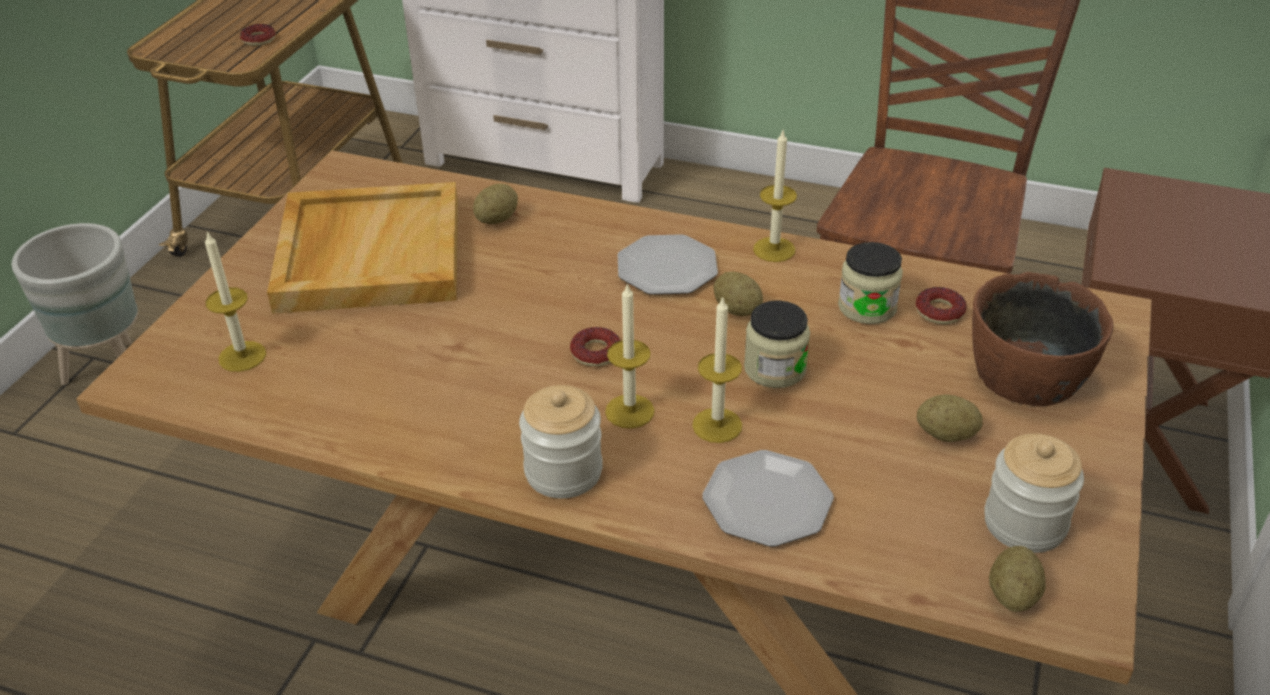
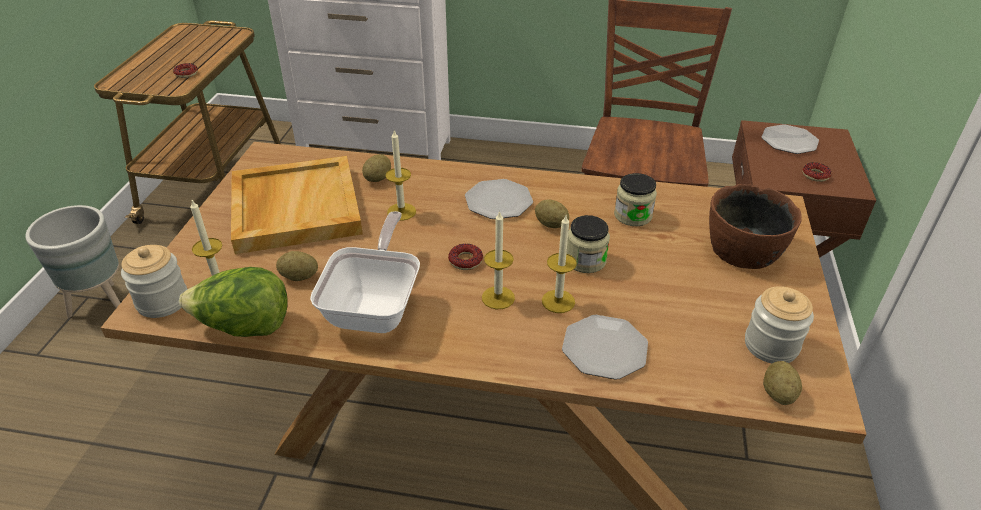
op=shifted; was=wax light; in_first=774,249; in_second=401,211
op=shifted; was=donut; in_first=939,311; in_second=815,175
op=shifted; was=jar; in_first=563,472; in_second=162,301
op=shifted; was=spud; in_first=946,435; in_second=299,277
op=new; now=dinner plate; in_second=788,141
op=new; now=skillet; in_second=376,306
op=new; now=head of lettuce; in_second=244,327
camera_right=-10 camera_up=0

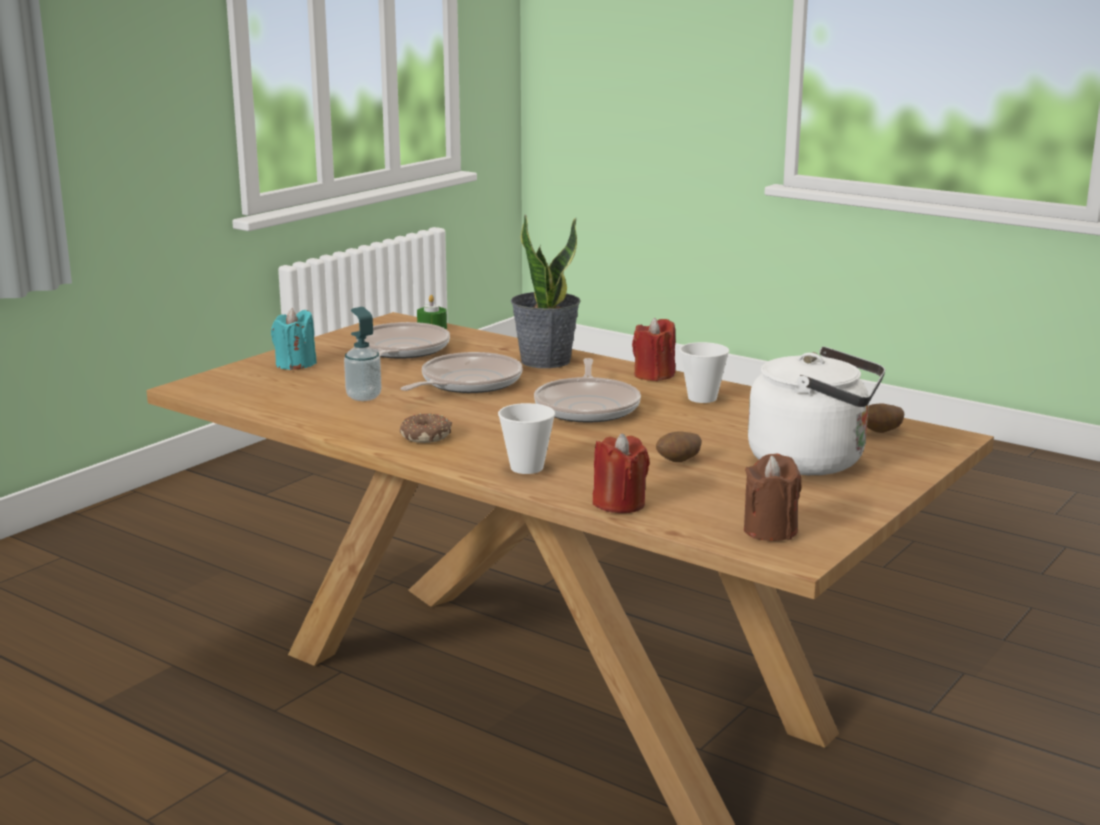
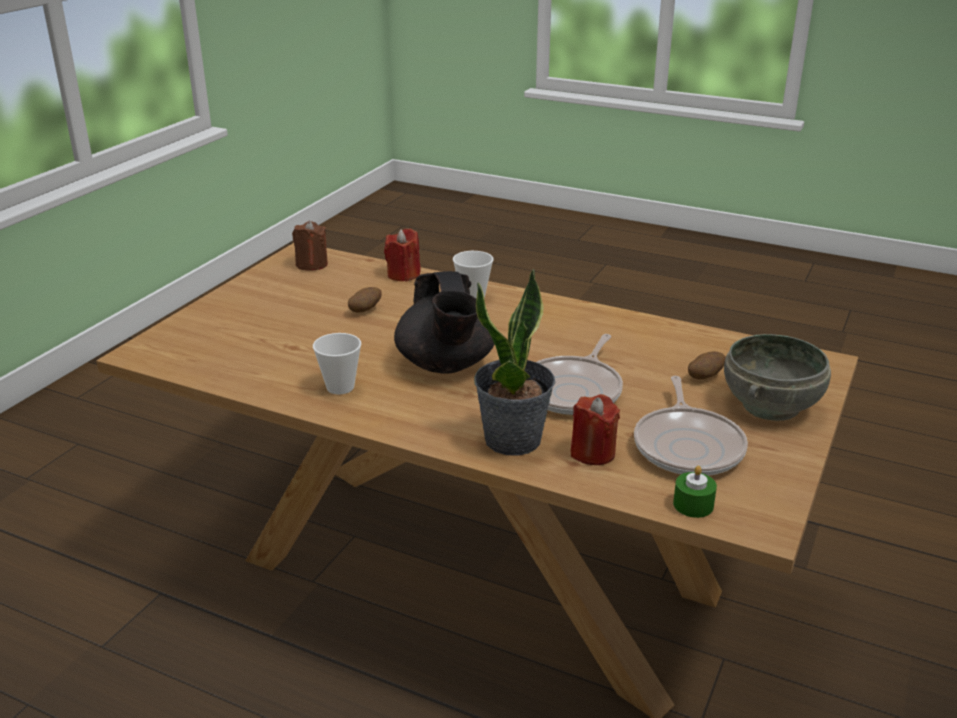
op=gone; was=liquid soap bottle; in_first=364,397
op=swapped; was=turquoise-coloured wax light; now=gray bowl; in_first=295,364; in_second=772,406
op=shifted; was=red-coloured wax light; in_first=654,375; in_second=592,453
op=gone; was=white kettle; in_first=814,462
op=swapped; was=skillet; now=blackish tea pot; in_first=588,407; in_second=446,365
op=shifted; was=spud; in_first=880,432; in_second=704,377
op=gone; was=donut; in_first=426,436
camera_right=170 camera_up=10

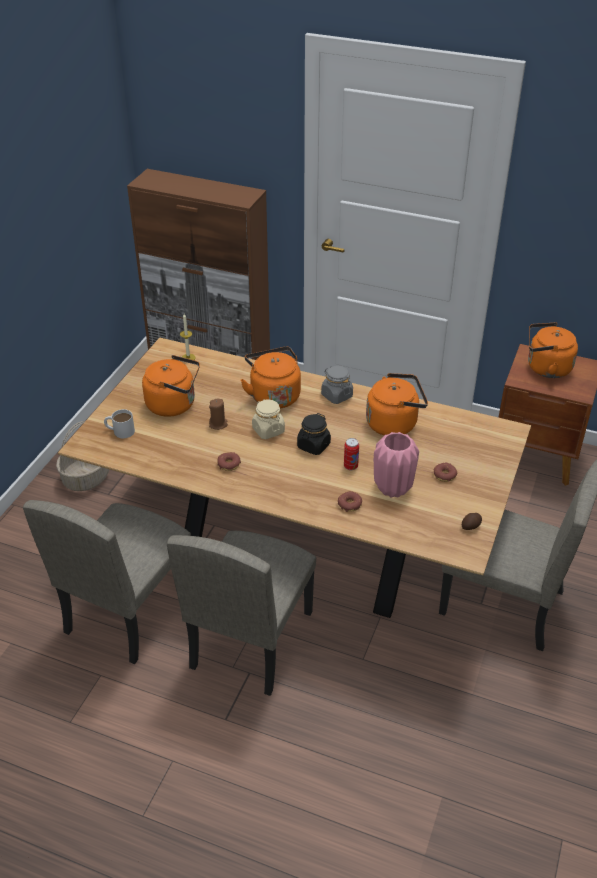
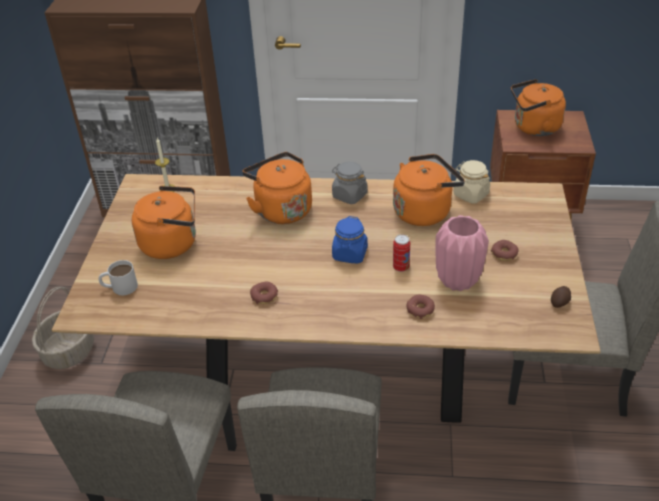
op=gone; was=brown-coloured wax light; in_first=218,424
op=shifted; was=beige-coloured jar; in_first=268,430; in_second=470,194
op=repainted; was=blackish jar; now=blue-coloured jar; in_first=313,446; in_second=350,254
camera_right=-15 camera_up=0

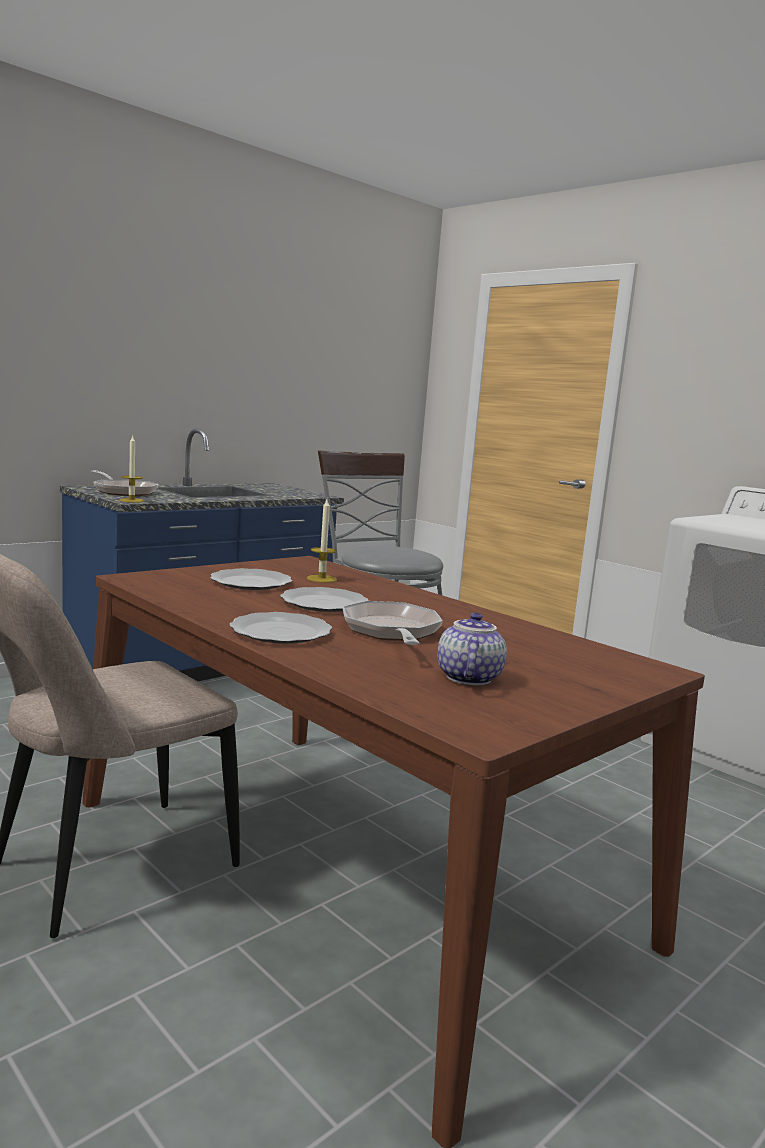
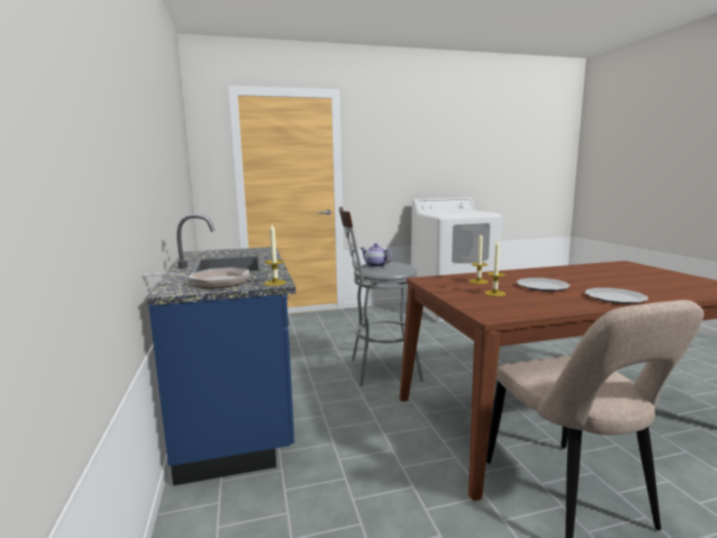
op=swapped; was=dinner plate; now=wax light; in_first=252,582; in_second=495,293
op=gone; was=skillet; in_first=391,632
op=shifted; was=tea pot; in_first=467,677; in_second=375,265
camera_right=-60 camera_up=0

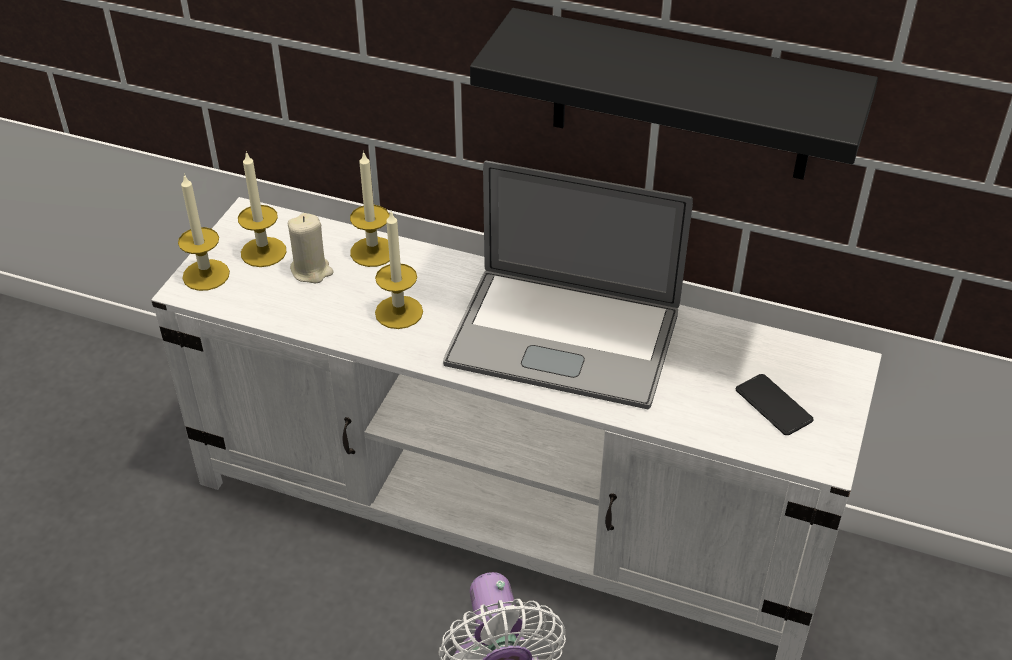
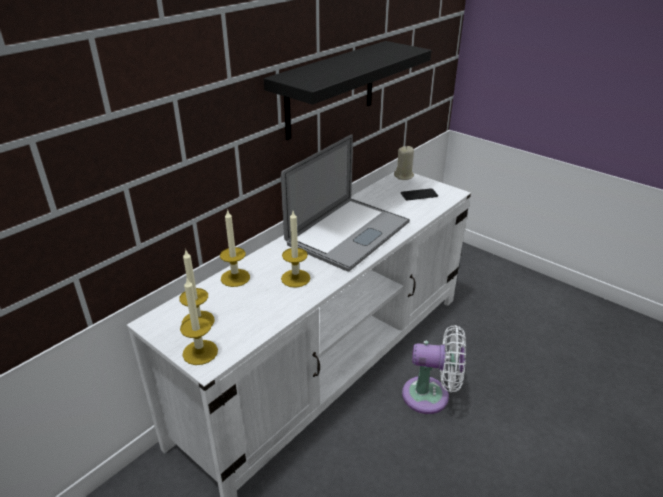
op=shifted; was=beige-coloured wax light; in_first=311,271; in_second=404,176
camera_right=-70 camera_up=-10

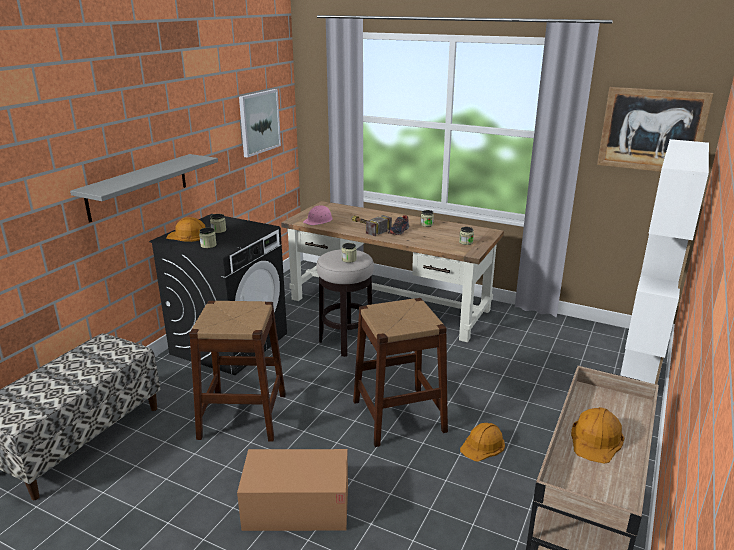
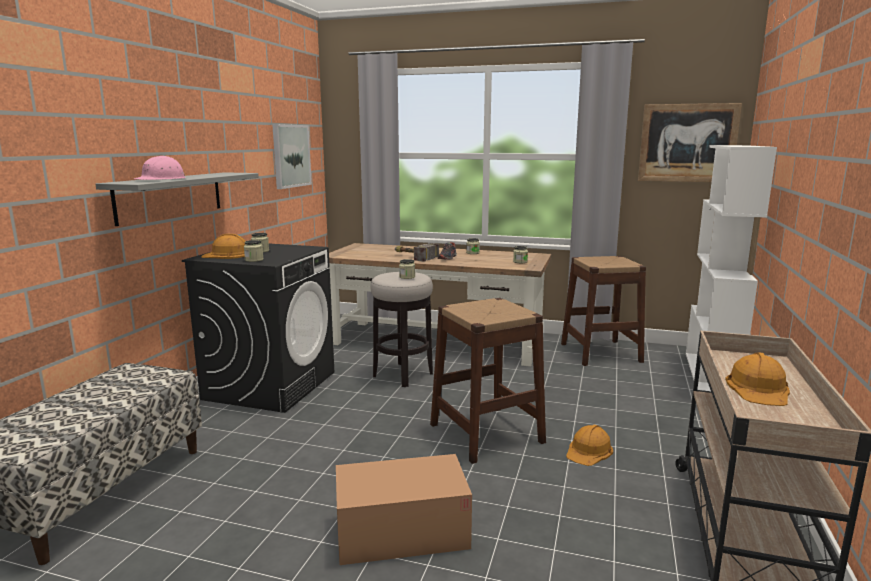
op=shifted; was=pinkish safety helmet; in_first=318,220; in_second=162,179
op=shifted; was=brown-coloured stool; in_first=243,415; in_second=600,352
camera_right=-10 camera_up=-10

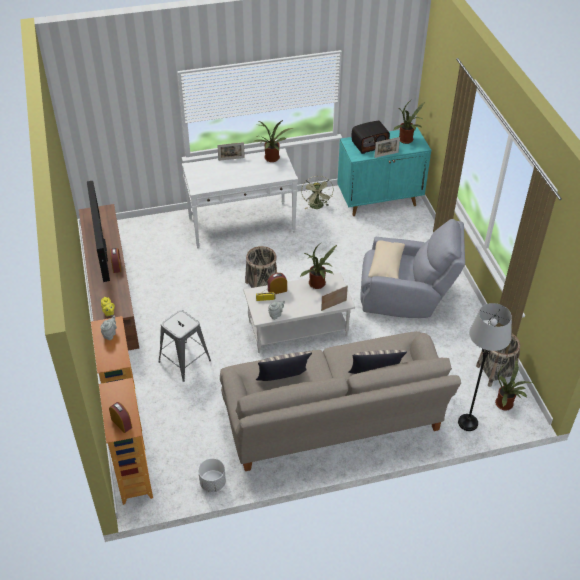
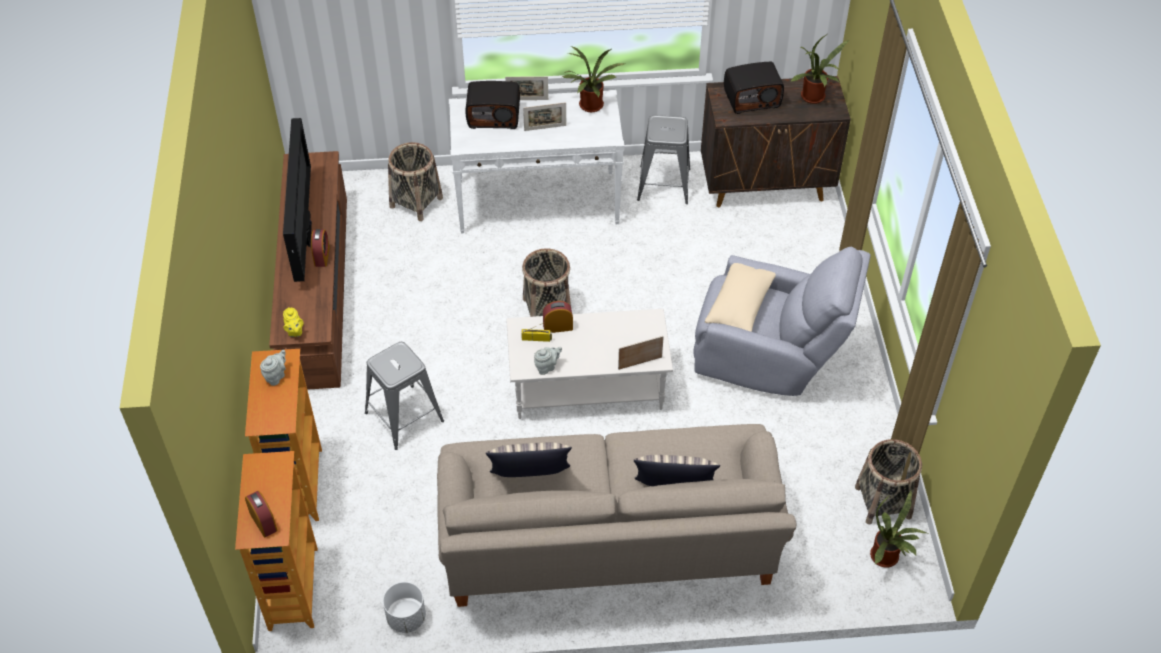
op=repainted; was=turquoise-coloured cabinet; now=brown-coloured cabinet; in_first=380,200; in_second=767,185
op=shifted; was=photo frame; in_first=386,155; in_second=545,128
op=swapped; was=greenish cooling fan; now=gray stool; in_first=317,207; in_second=663,185
op=gone; was=potted plant; in_first=318,285
op=gone; was=gray floor lamp; in_first=467,423
op=new; now=radio set; in_second=494,116
op=new; now=storage basket; in_second=416,202
camera_right=10 camera_up=5

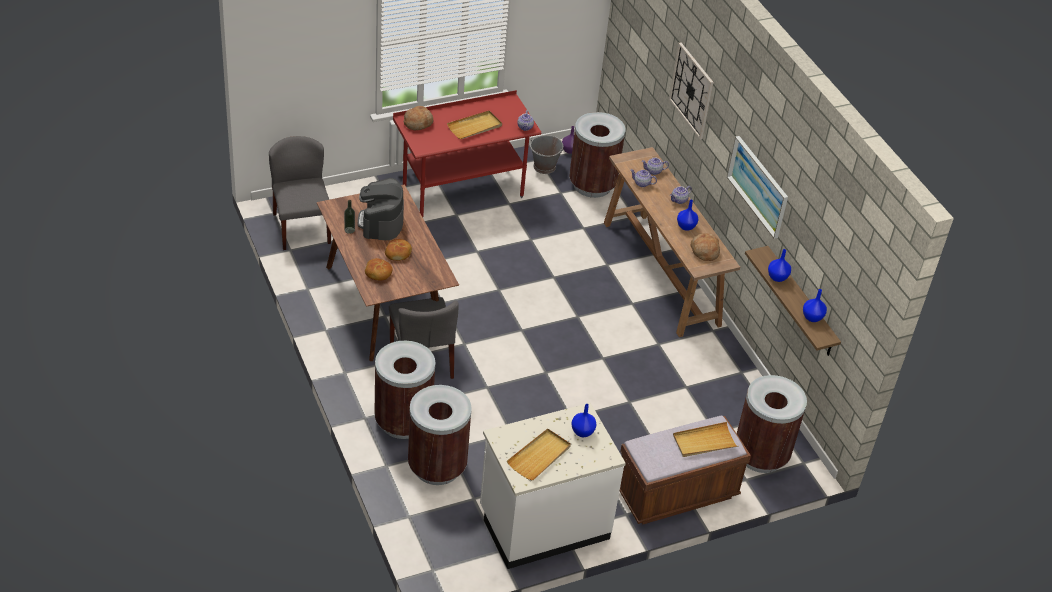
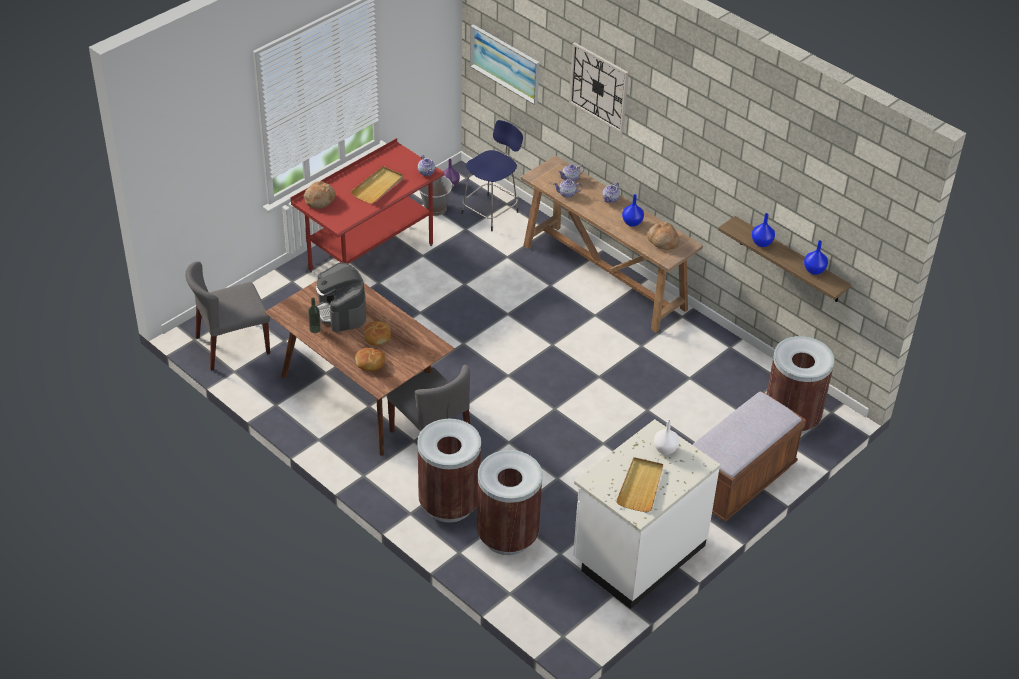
op=swapped; was=brown-coloured trash can; now=blue-coloured stool; in_first=592,185; in_second=491,212
op=rotated; was=gray plain chair; in_first=301,228; in_second=232,345; clockwise=-75
op=shifted; was=picture; in_first=758,186; in_second=505,63
op=repainted; was=blue-coloured decorative vase; now=white decorative vase; in_first=582,431; in_second=665,449
op=gone; was=beige-coloured tray; in_first=704,442
camera_right=-20 camera_up=0

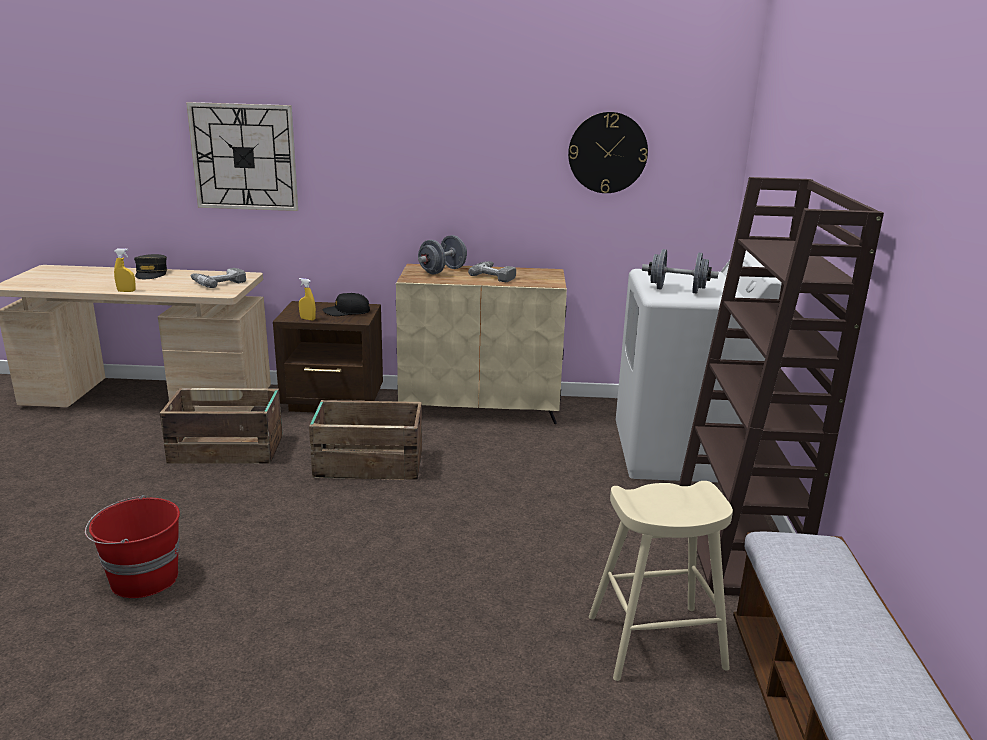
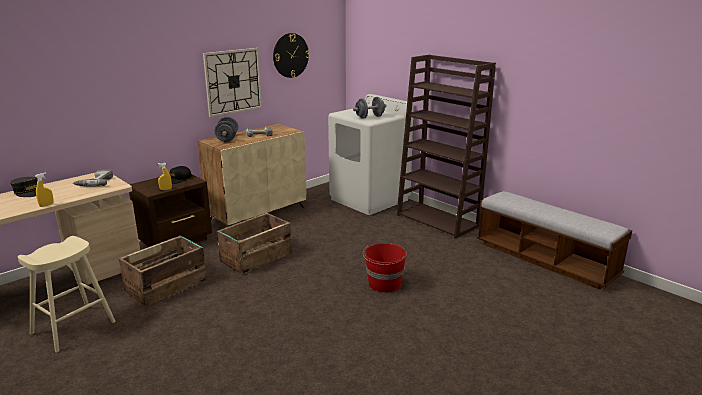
op=shifted; was=hanging clock; in_first=244,157; in_second=233,81
op=shifted; was=beige-coloured stool; in_first=656,642; in_second=73,327
op=shifted; was=red-coloured bucket; in_first=143,578; in_second=384,284
camera_right=-45 camera_up=0

